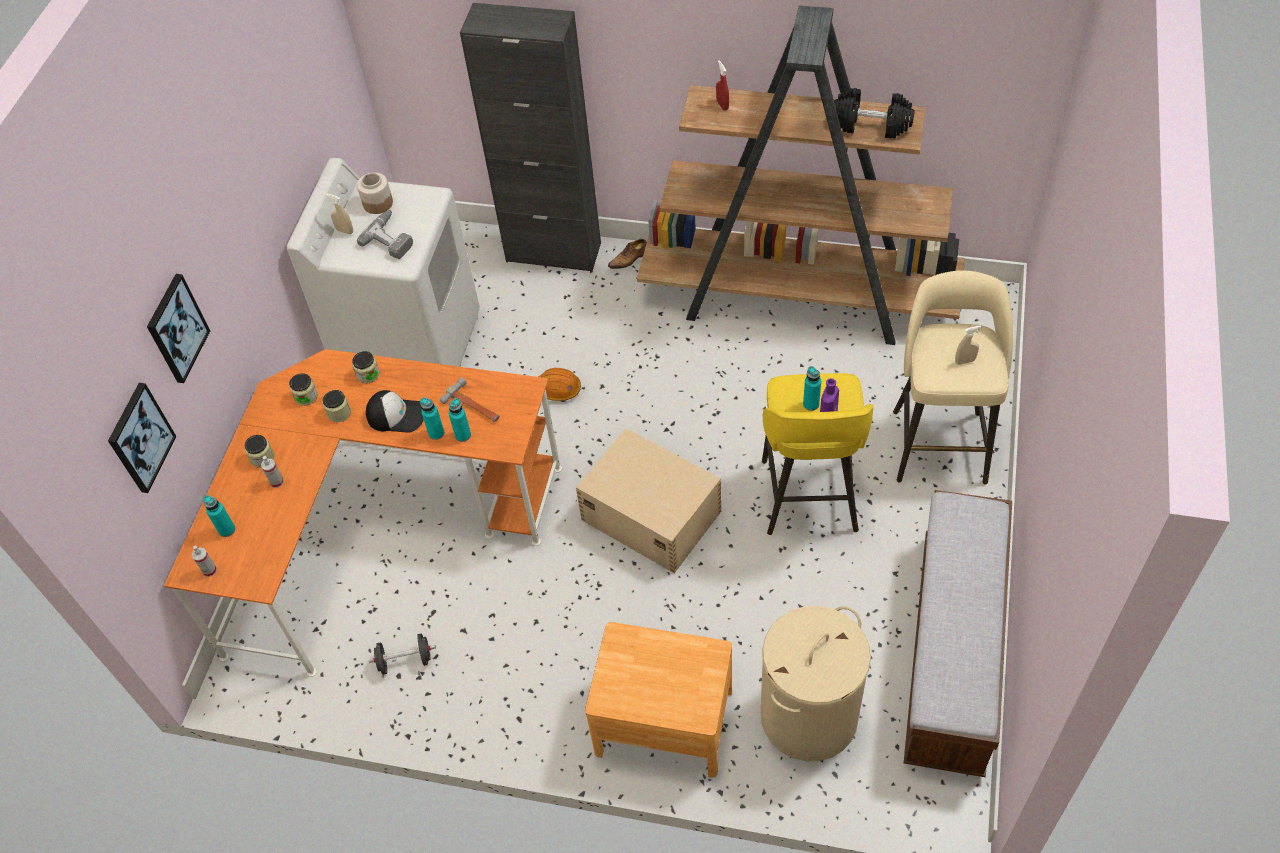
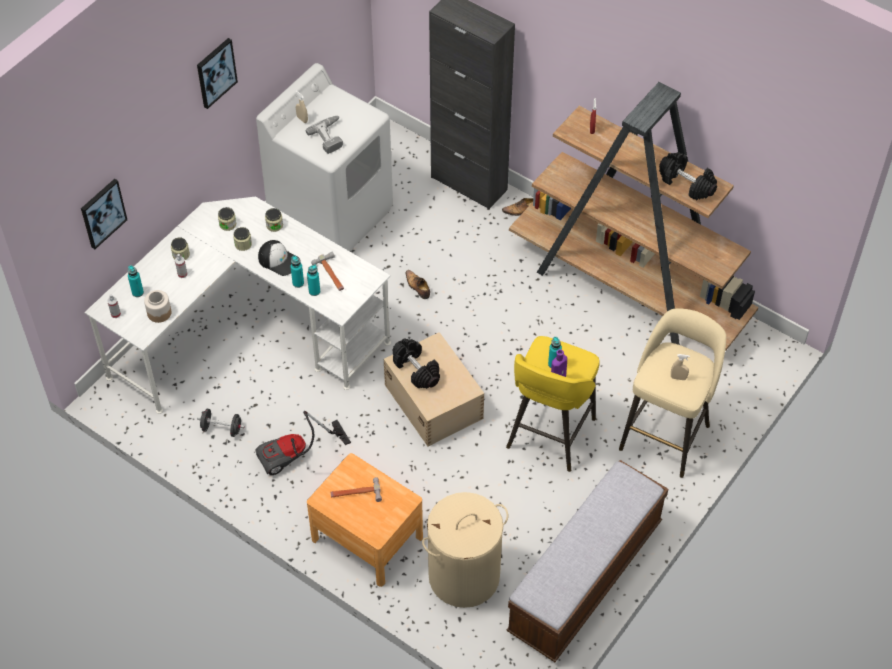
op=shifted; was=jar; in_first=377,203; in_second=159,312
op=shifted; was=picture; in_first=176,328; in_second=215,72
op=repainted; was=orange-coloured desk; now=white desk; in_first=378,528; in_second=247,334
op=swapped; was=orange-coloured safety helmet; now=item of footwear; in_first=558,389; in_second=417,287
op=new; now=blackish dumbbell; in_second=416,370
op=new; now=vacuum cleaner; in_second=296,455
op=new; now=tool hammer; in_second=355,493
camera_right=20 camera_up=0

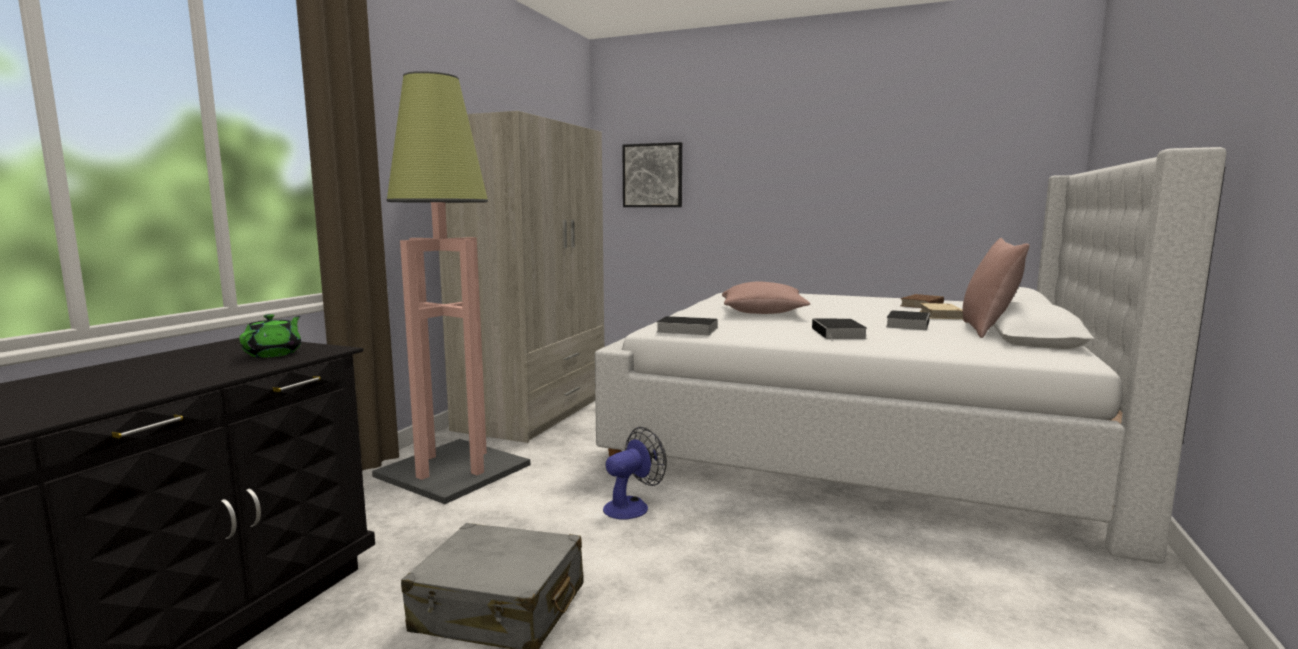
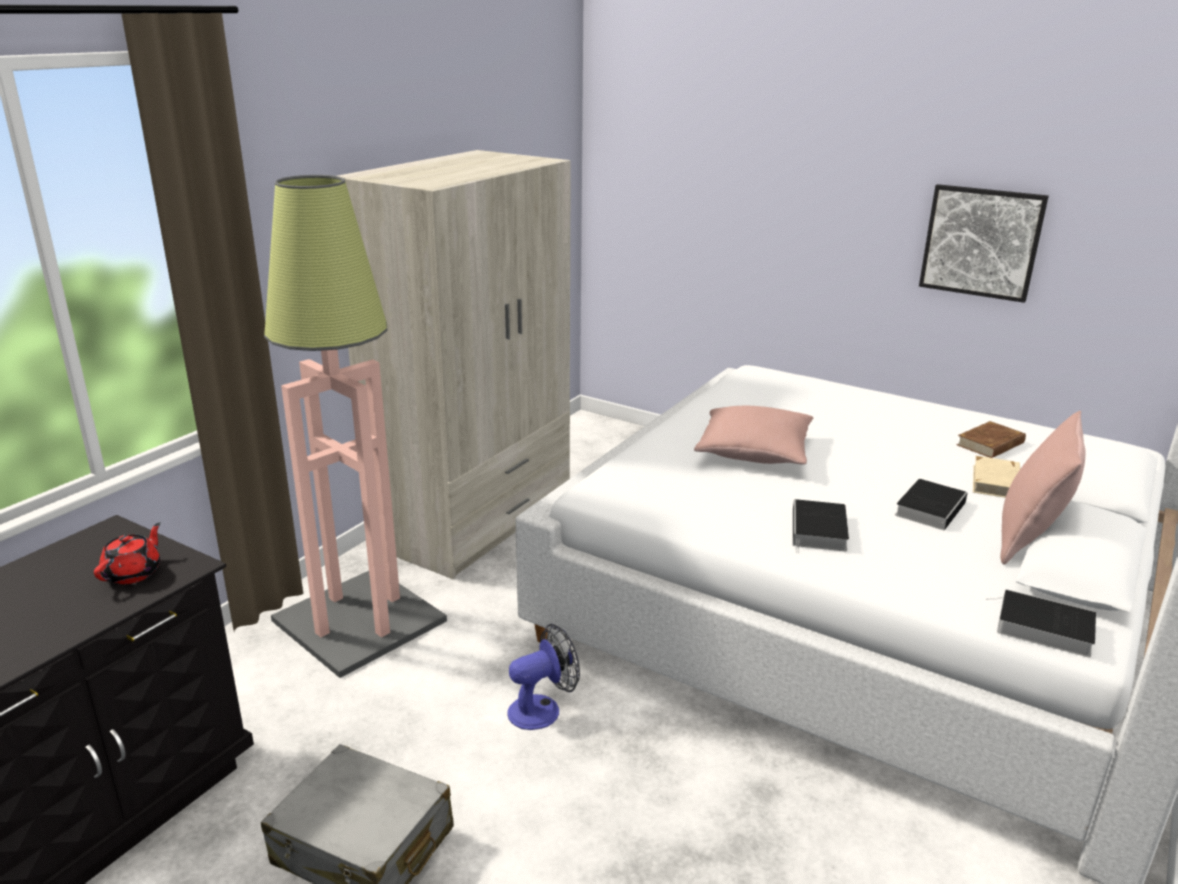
op=shifted; was=picture; in_first=652,175; in_second=981,242
op=repainted; was=greenish tea pot; now=red-coloured tea pot; in_first=274,354; in_second=134,573
op=shifted; was=book; in_first=685,330; in_second=1041,628
camera_right=10 camera_up=15

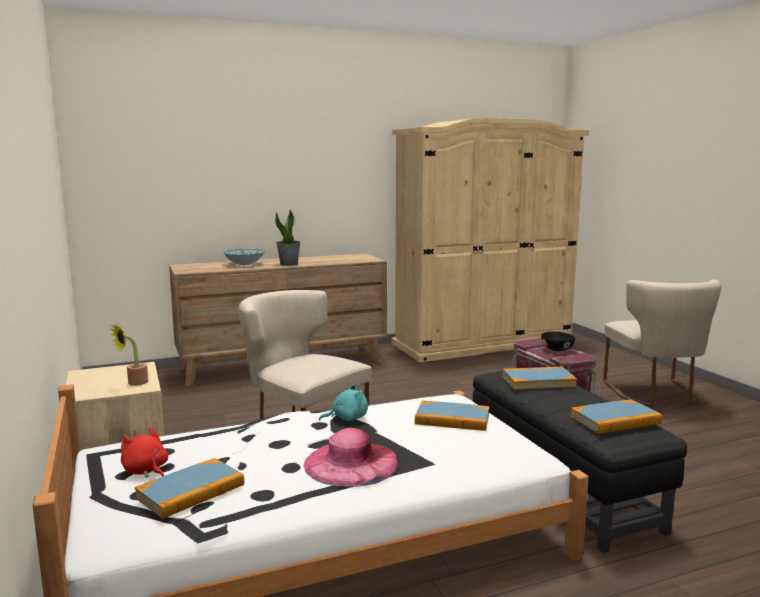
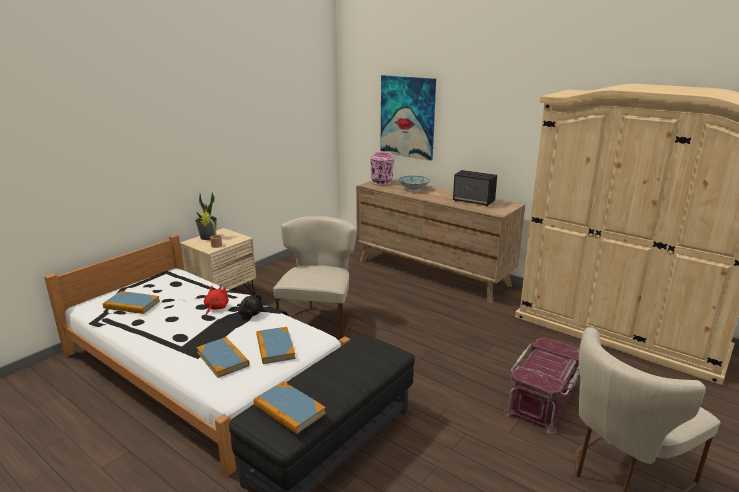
op=shifted; was=potted plant; in_first=289,264; in_second=208,237
op=gone; was=blackish bowl; in_first=557,349
op=shifted; was=book; in_first=538,381; in_second=223,359
op=repainted; was=turquoise-coloured plush toy; now=blackish plush toy; in_first=347,418; in_second=250,313
op=shifted; was=red-coloured plush toy; in_first=146,471; in_second=216,308
op=gone; was=pinkish hat; in_first=351,463
op=new; now=picture; in_second=407,117
op=new; now=pinkish decorative vase; in_second=381,182
op=new; now=audio speaker; in_second=474,201
camera_right=60 camera_up=10

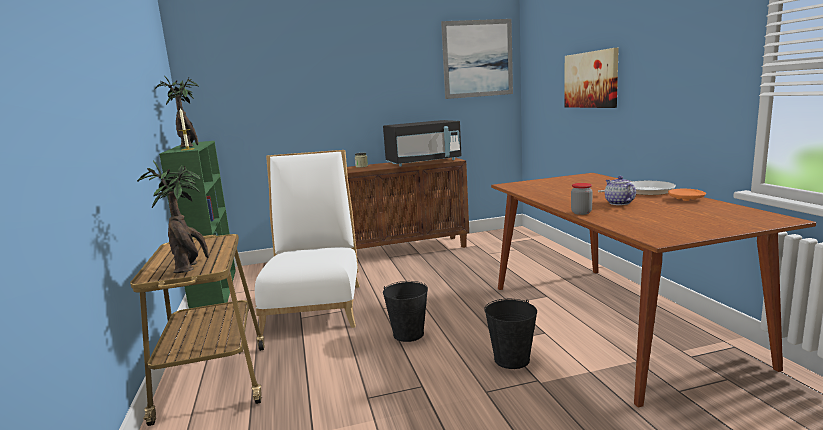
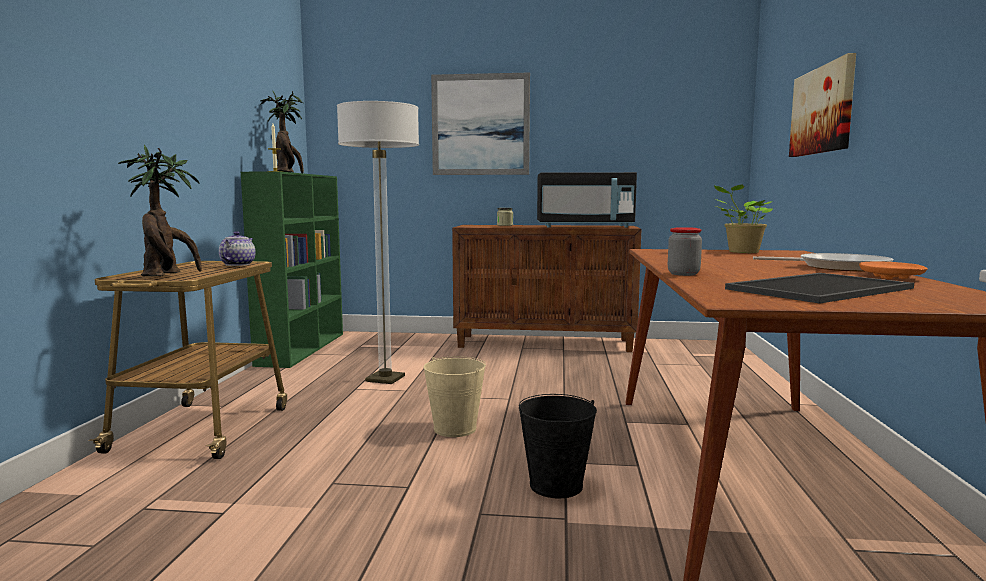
op=shifted; was=picture; in_first=477,59; in_second=480,125
op=swapped; was=white plain chair; now=floor lamp; in_first=315,304; in_second=385,379
op=shifted; was=tea pot; in_first=618,203; in_second=238,264
op=repainted; was=blackish bucket; now=beige-coloured bucket; in_first=408,334; in_second=455,429
op=new; now=potted plant; in_second=741,252
op=new; now=tray; in_second=818,288
camera_right=20 camera_up=-5

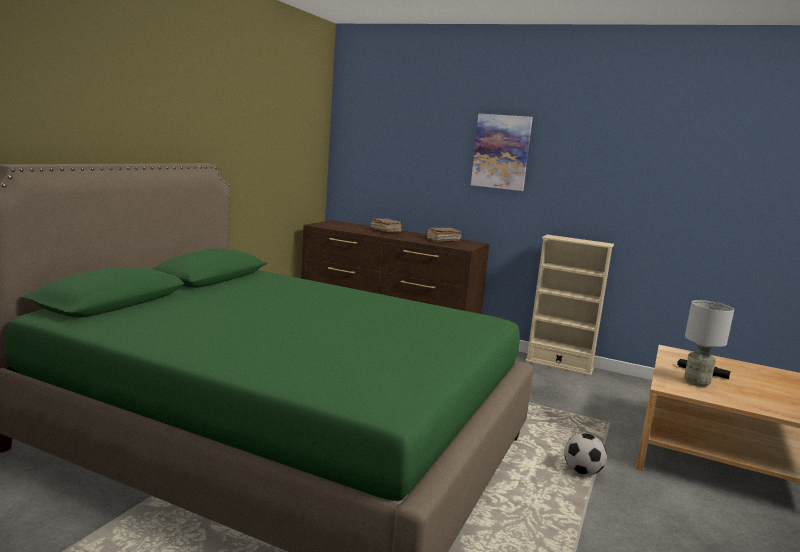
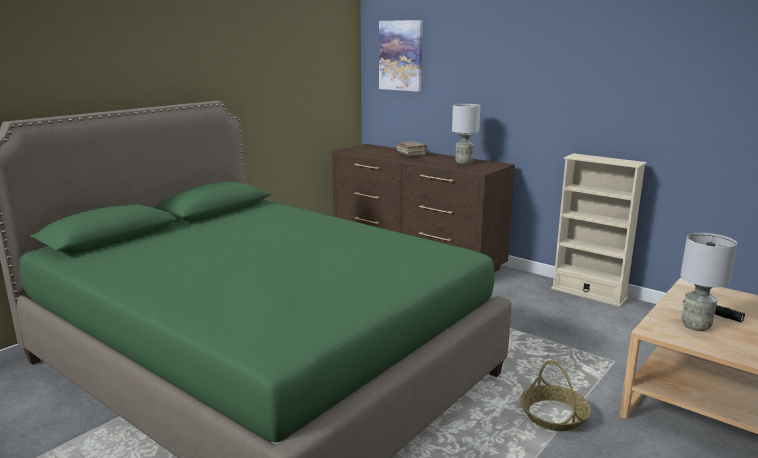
op=shifted; was=picture; in_first=501,152; in_second=401,55
op=swapped; was=brown-coloured book; now=gray tabletop lamp; in_first=442,240; in_second=463,163
op=swapped; was=football; now=storage basket; in_first=582,472; in_second=554,416
camera_right=15 camera_up=5

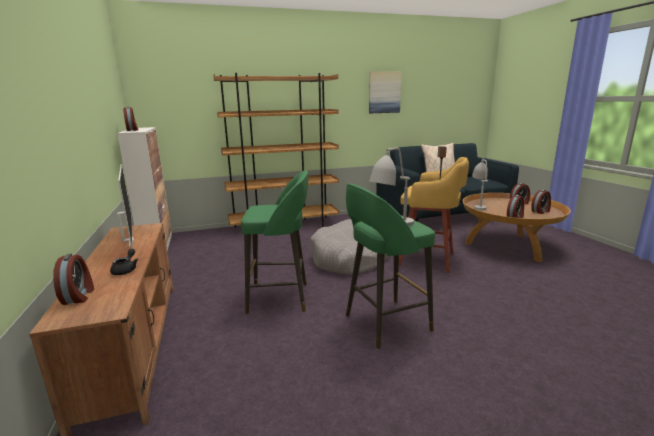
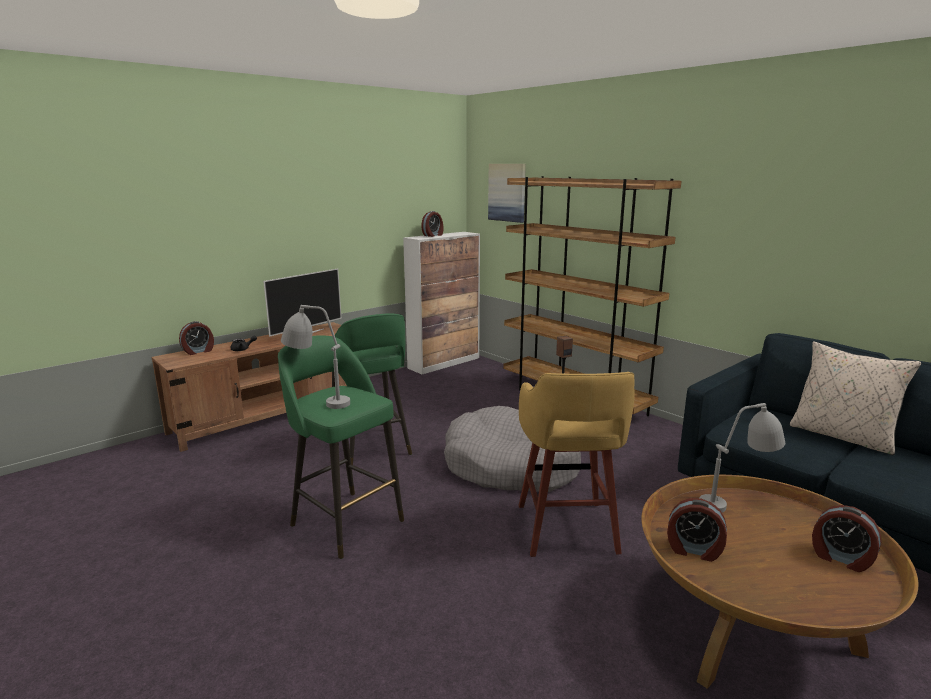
op=shifted; was=picture; in_first=384,92; in_second=507,192
op=gone; was=bedside clock; in_first=541,211
camera_right=65 camera_up=0

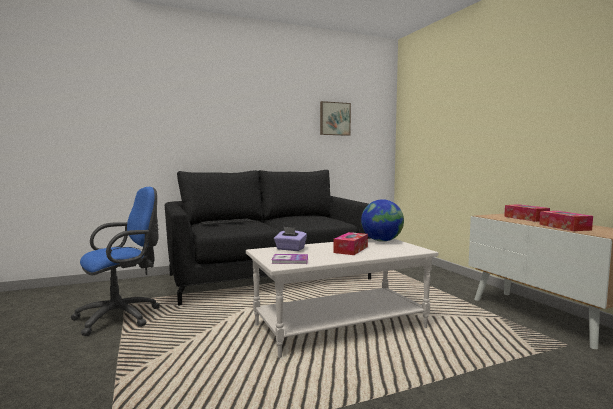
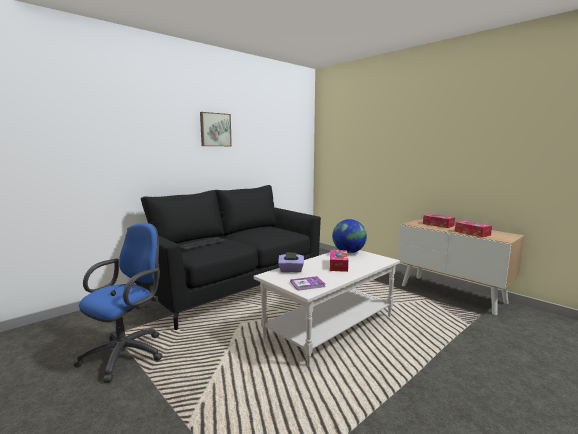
op=shifted; was=picture; in_first=334,119; in_second=215,129
camera_right=-20 camera_up=5

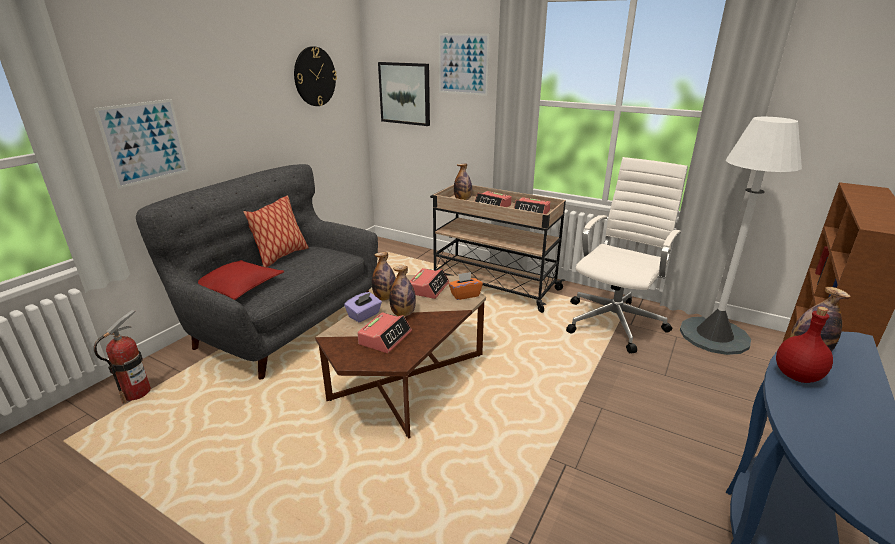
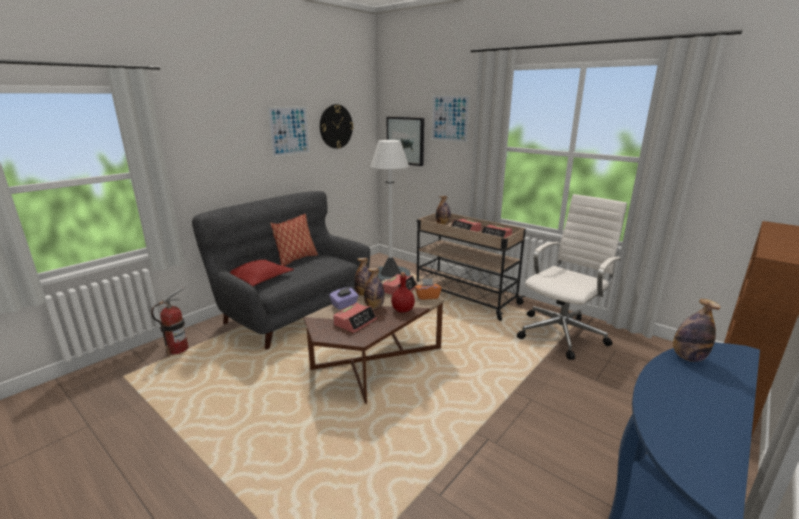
op=shifted; was=picture; in_first=145,142; in_second=289,131
op=shifted; was=white floor lamp; in_first=713,335; in_second=390,274
op=shifted; was=red-coloured drink bottle; in_first=796,376; in_second=402,310
camera_right=10 camera_up=-5

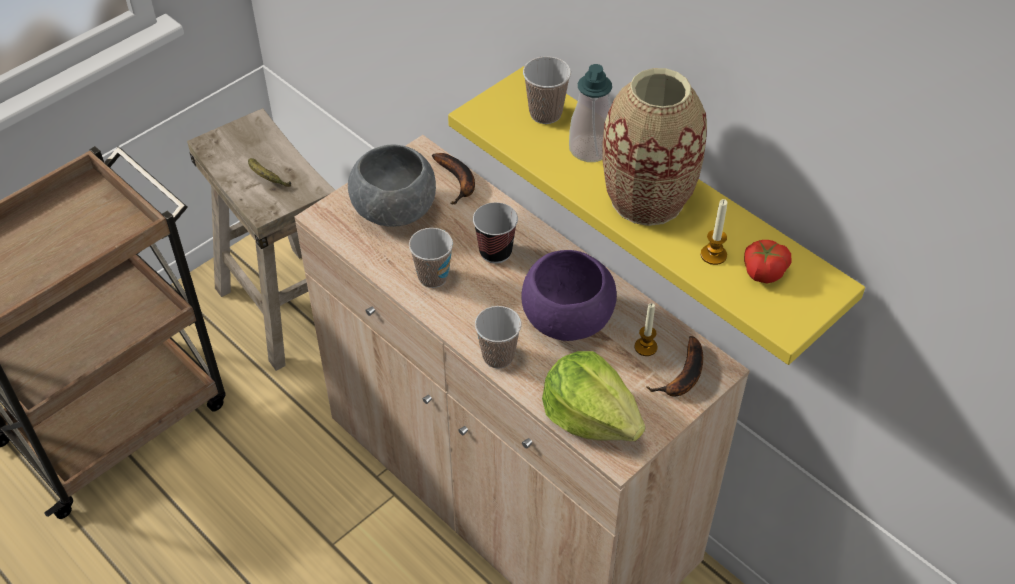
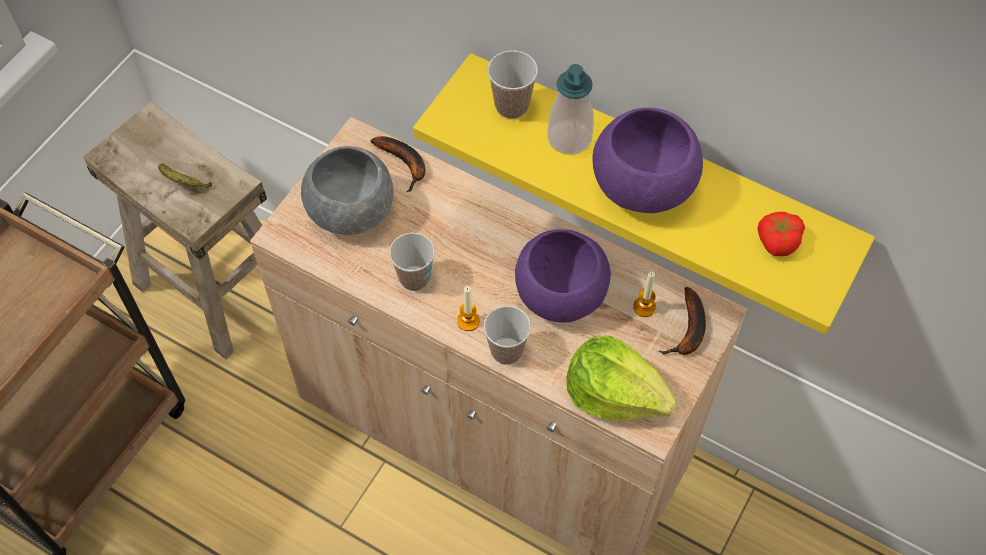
op=swapped; was=decorative vase; now=purple-coloured bowl; in_first=647,199; in_second=643,184
op=shifted; was=wax light; in_first=713,255; in_second=468,321
op=gone; was=drinking cup; in_first=495,252
camera_right=-15 camera_up=10

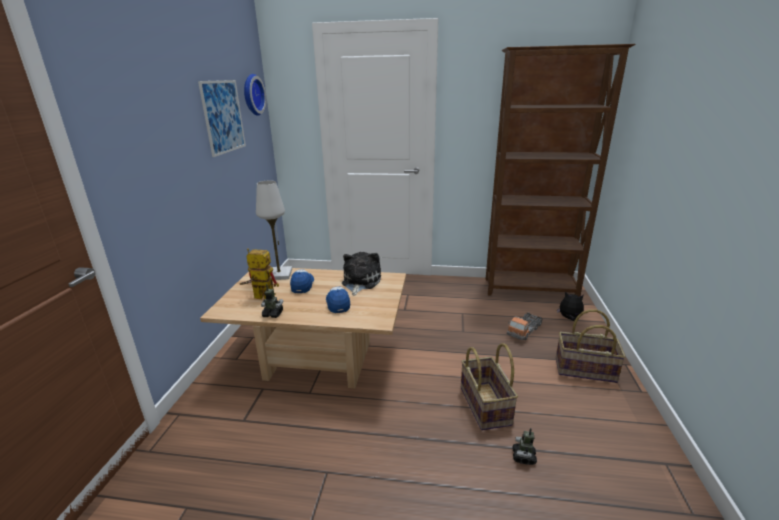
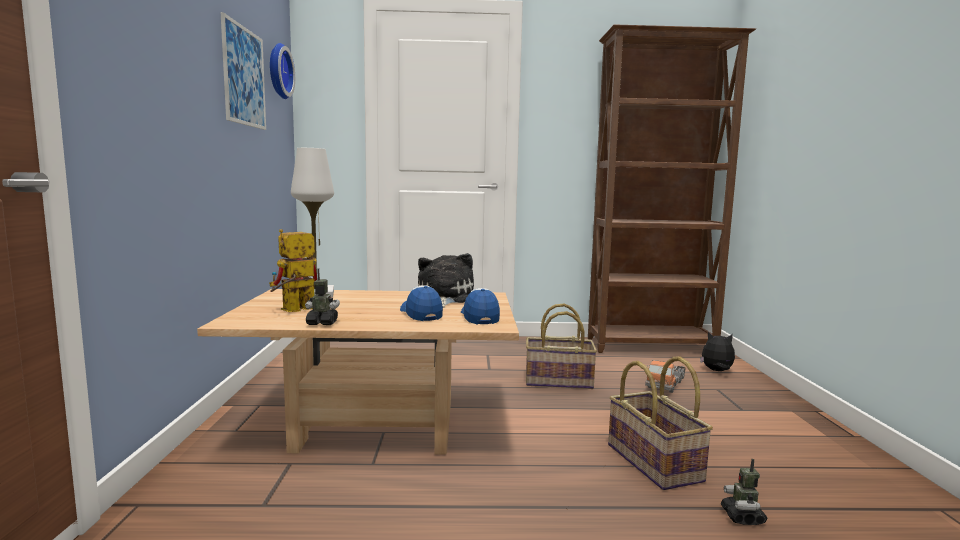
op=rotated; was=model robot; in_first=259,297; in_second=293,310; clockwise=-45
op=shifted; was=cap; in_first=302,285; in_second=479,317
op=shifted; was=storage basket; in_first=584,370; in_second=558,381
camera_right=-10 camera_up=-15

